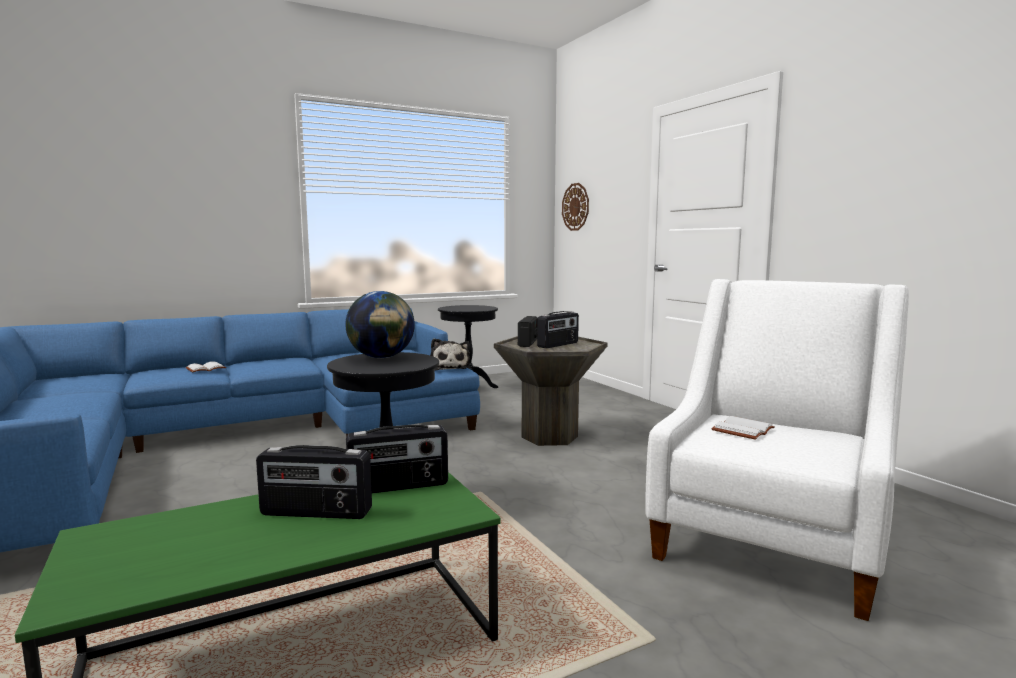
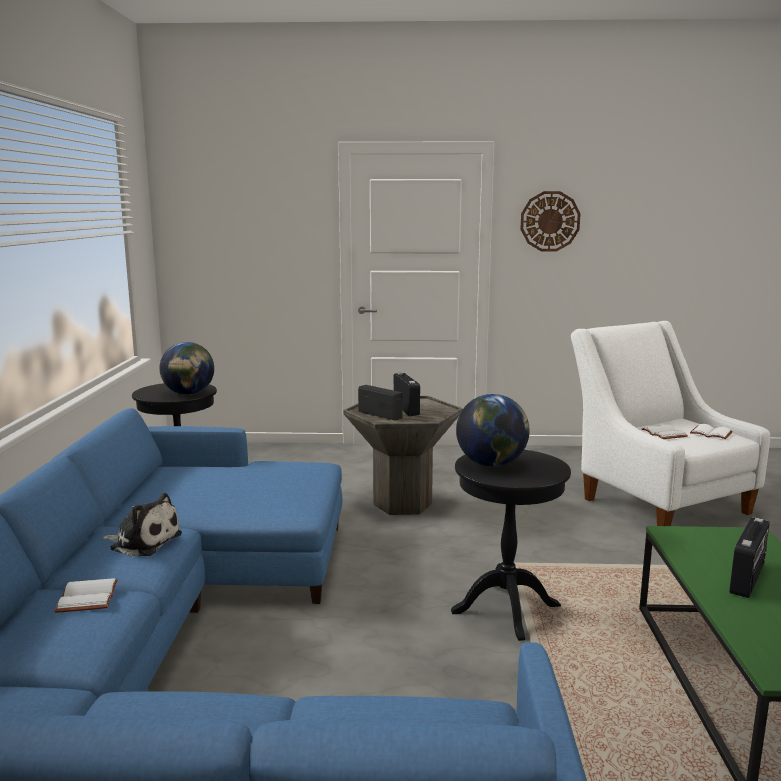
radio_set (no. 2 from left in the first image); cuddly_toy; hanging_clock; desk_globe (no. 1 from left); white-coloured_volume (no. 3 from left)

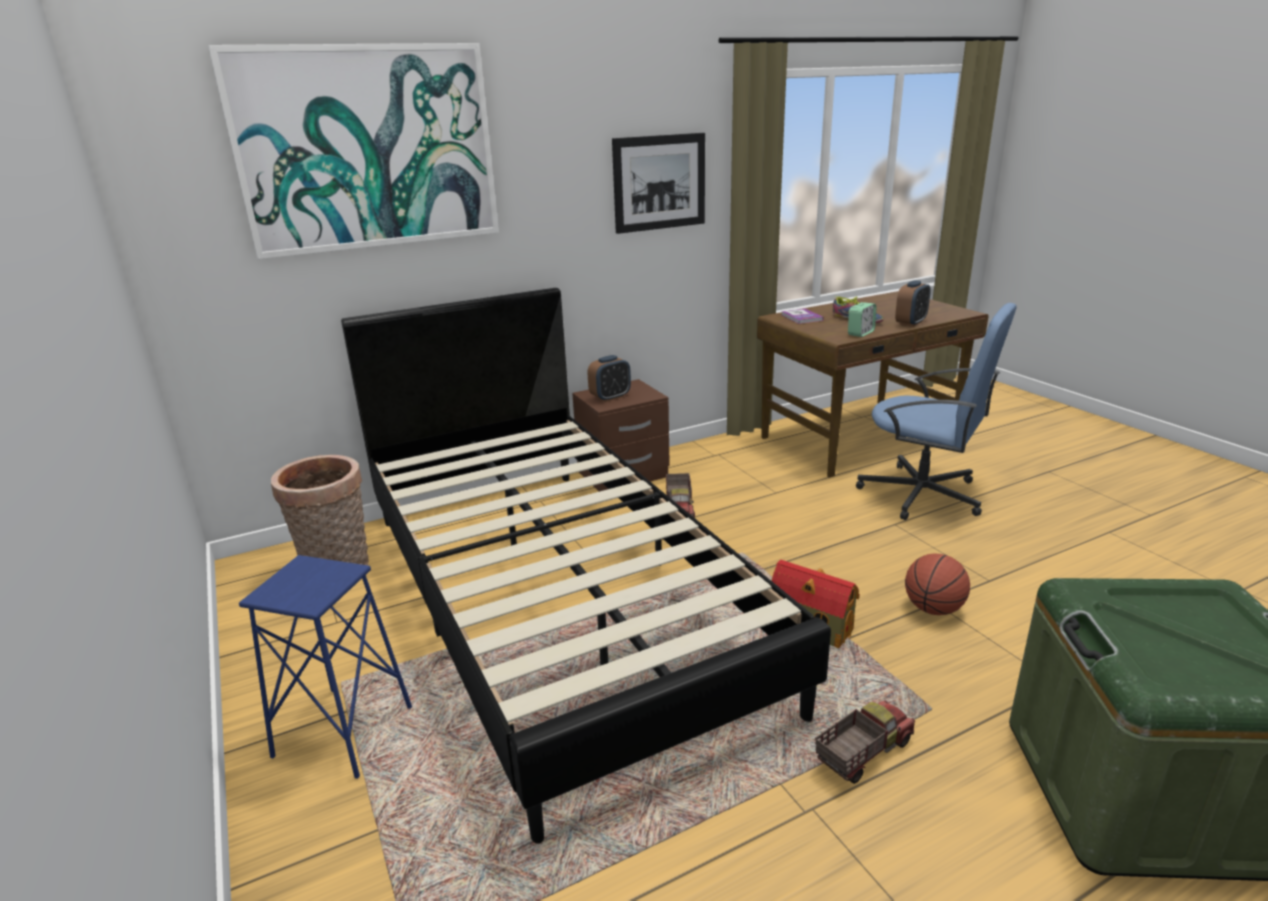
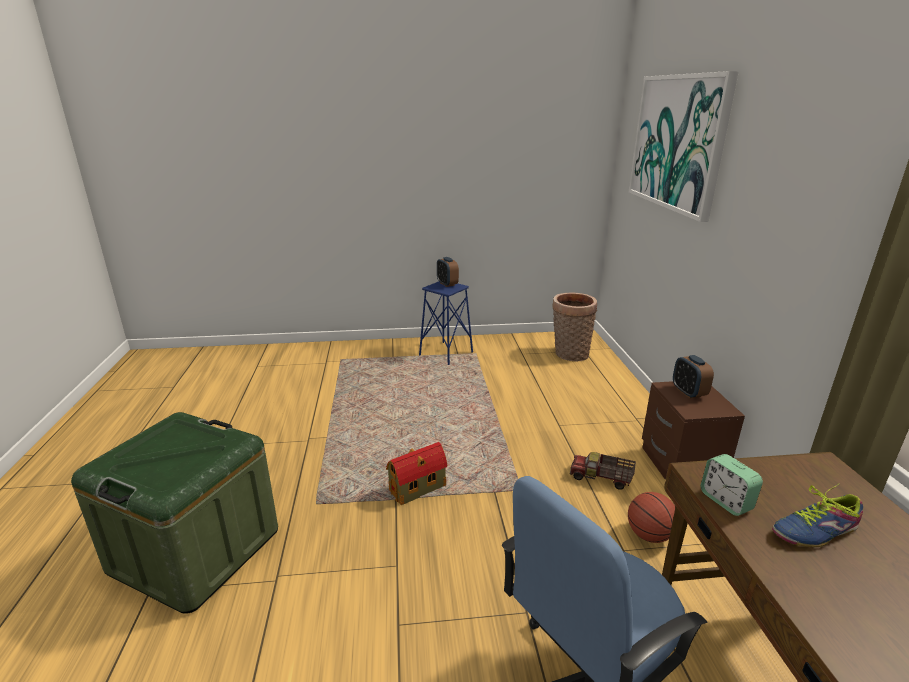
blackish_bedroom_bed; wall_picture (no. 2 from left in the first image); volume; toy_lorry (no. 2 from left in the first image); alarm_clock (no. 1 from left); ball_for_basketball

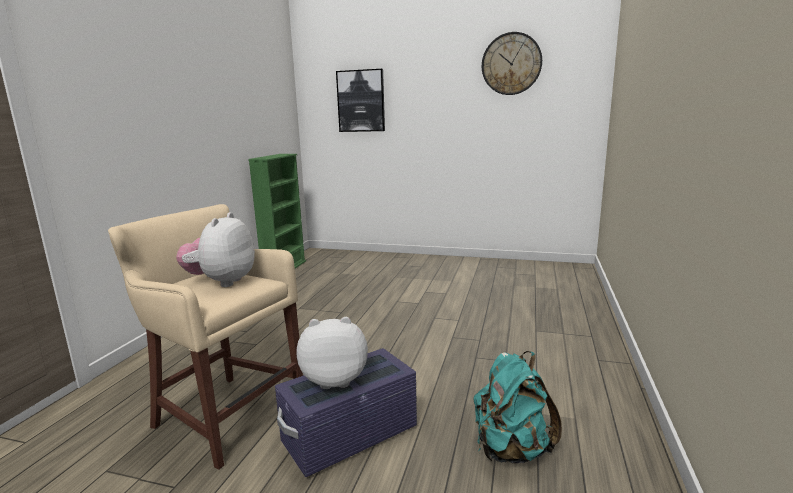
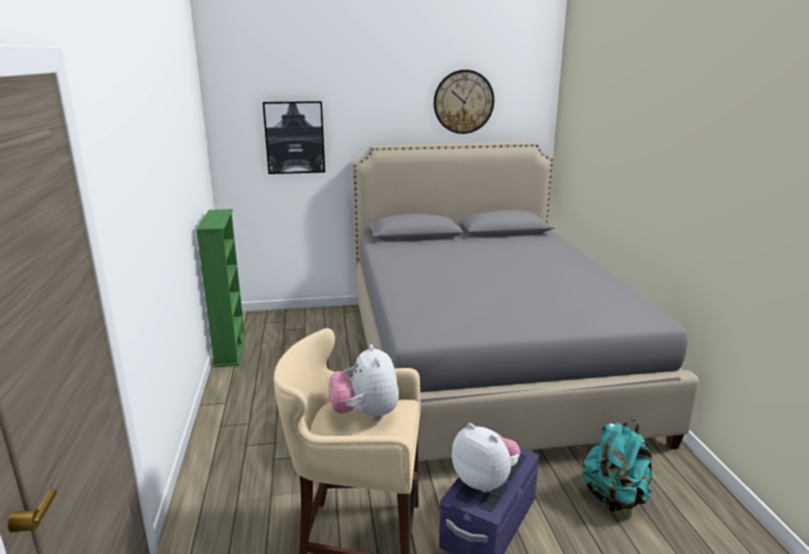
cuddly_toy (no. 2 from left); gray_bedroom_bed

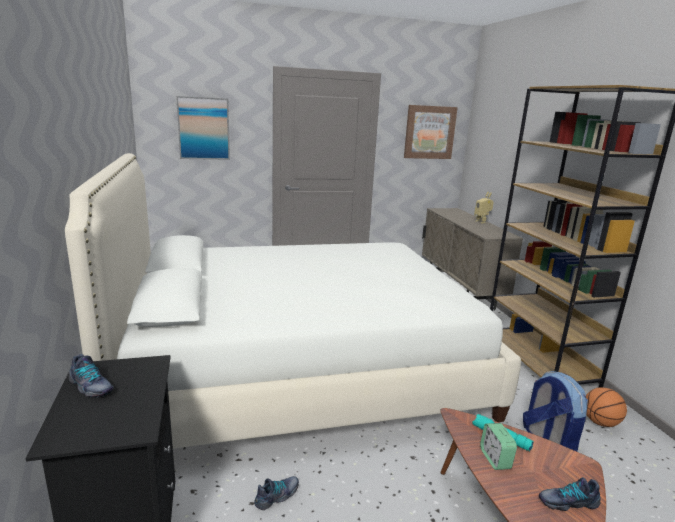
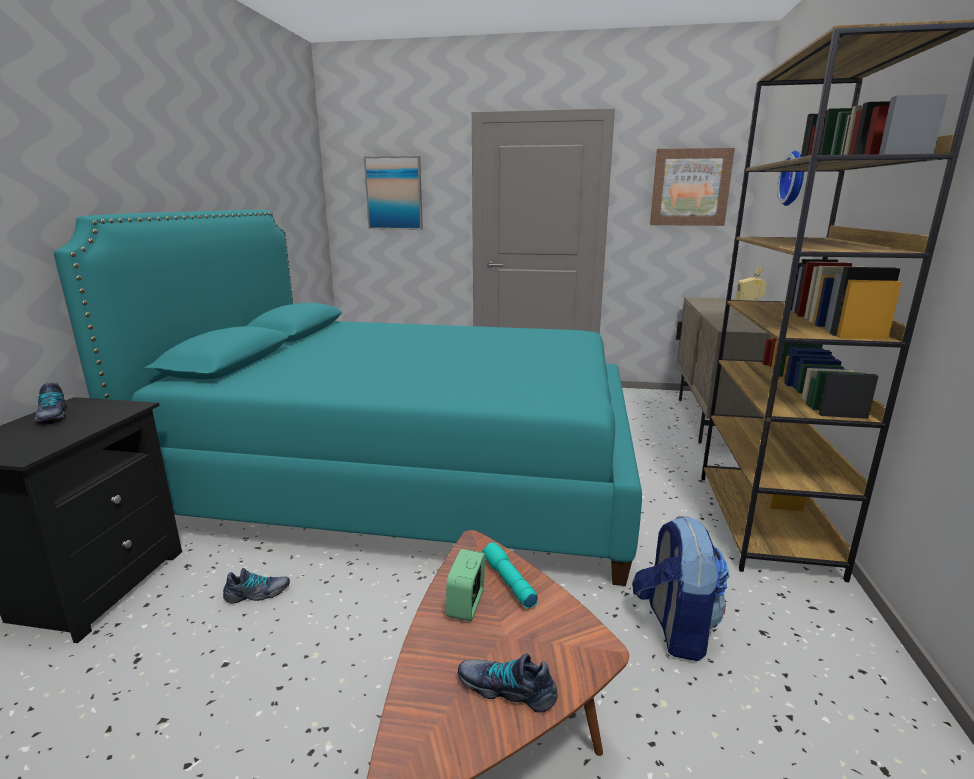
turquoise-coloured_bedroom_bed; ball_for_basketball; hanging_clock

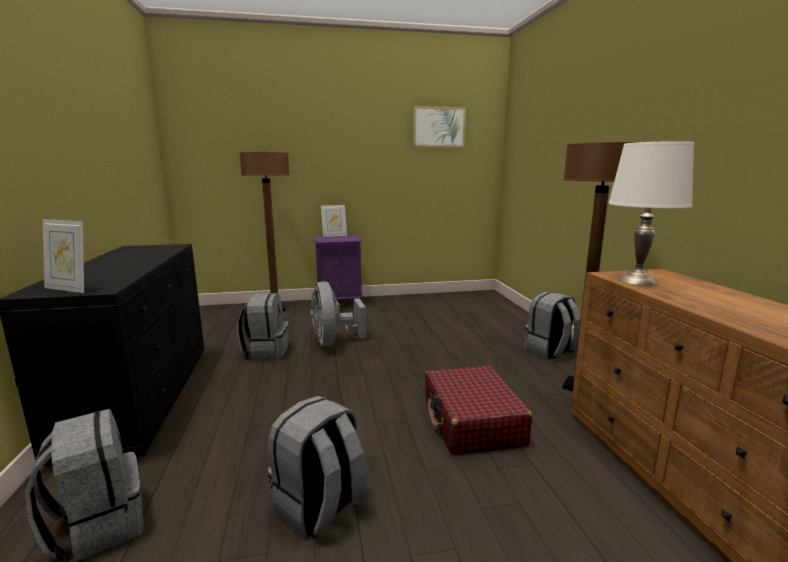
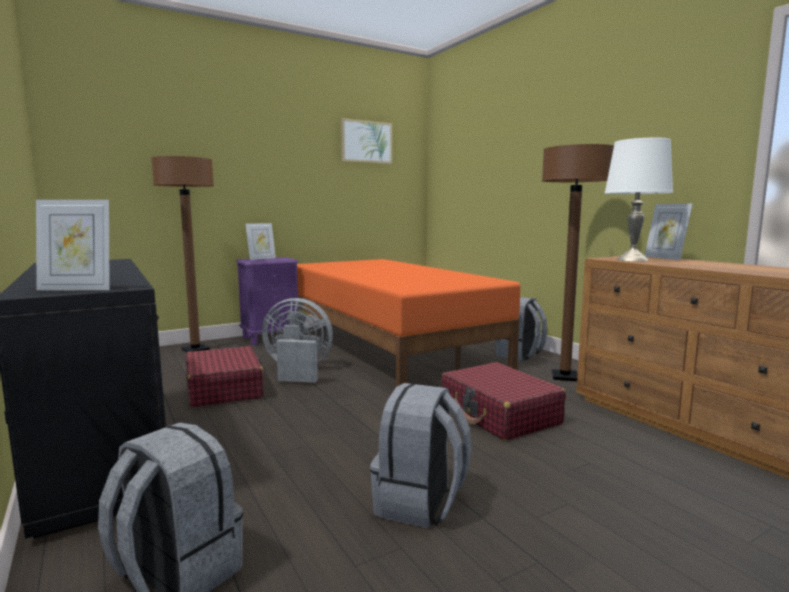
reddish_travel_case (no. 1 from left); gray_cooling_fan; orangey_bedroom_bed; picture_frame (no. 3 from left)

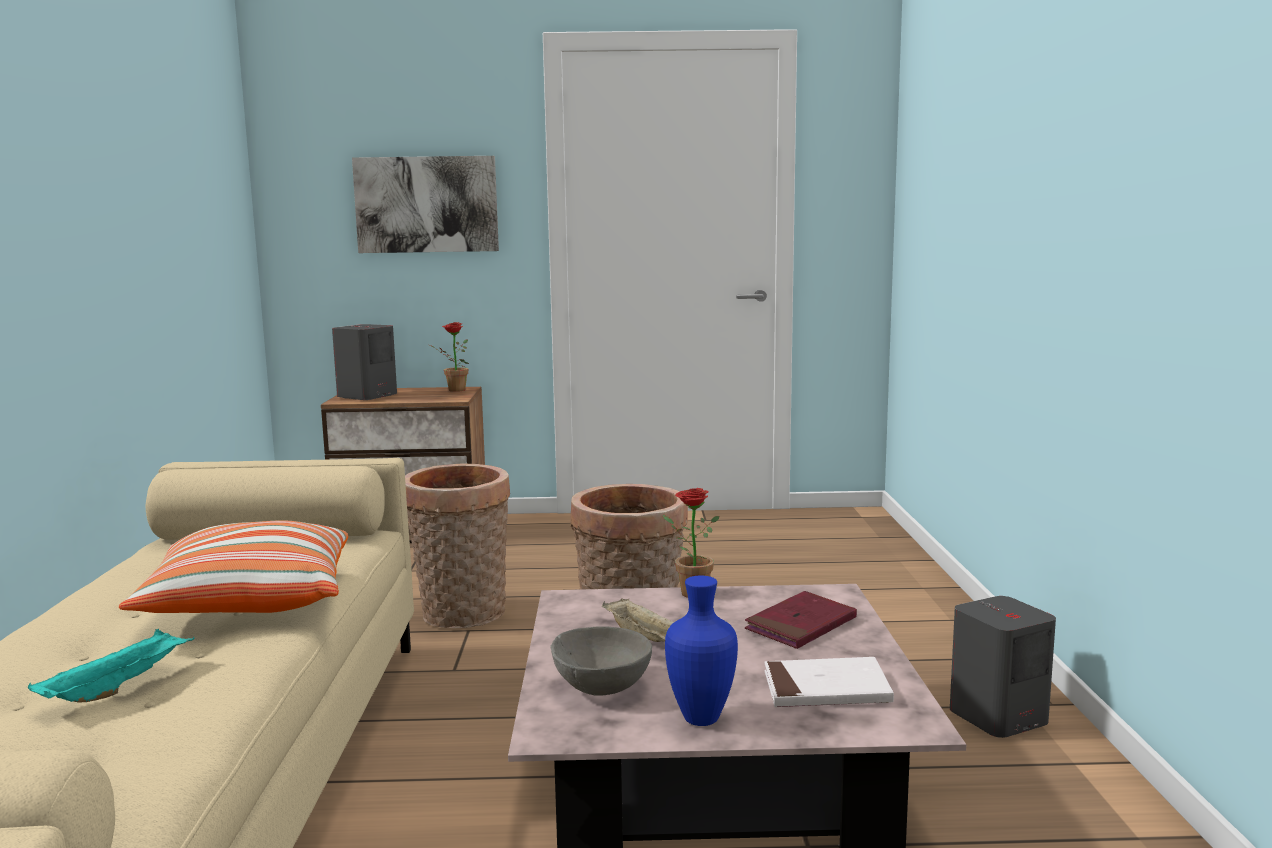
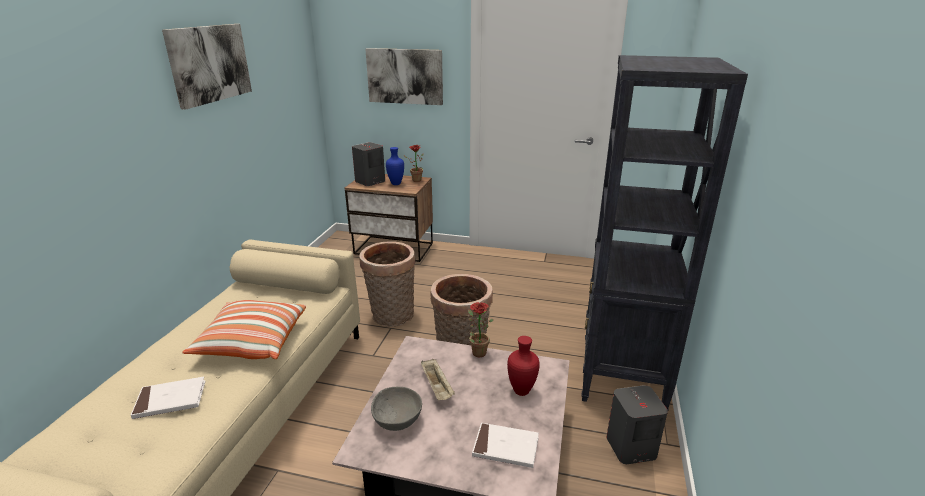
white-coloured_volume (no. 1 from left); blue_decorative_vase; reddish_decorative_vase; wall_picture (no. 1 from left); blackish_bookshelf

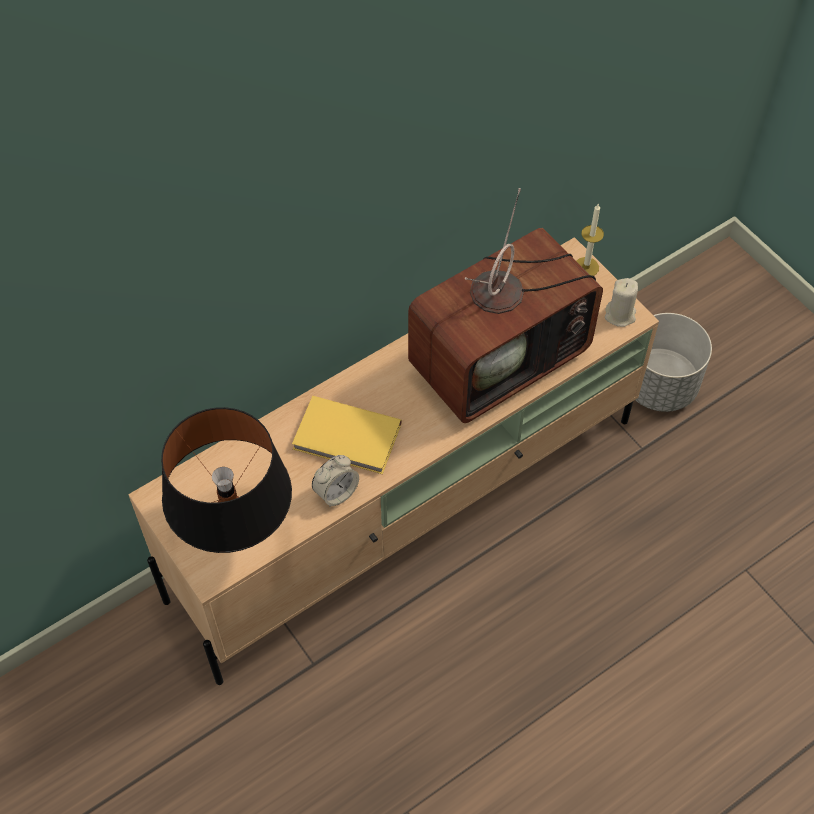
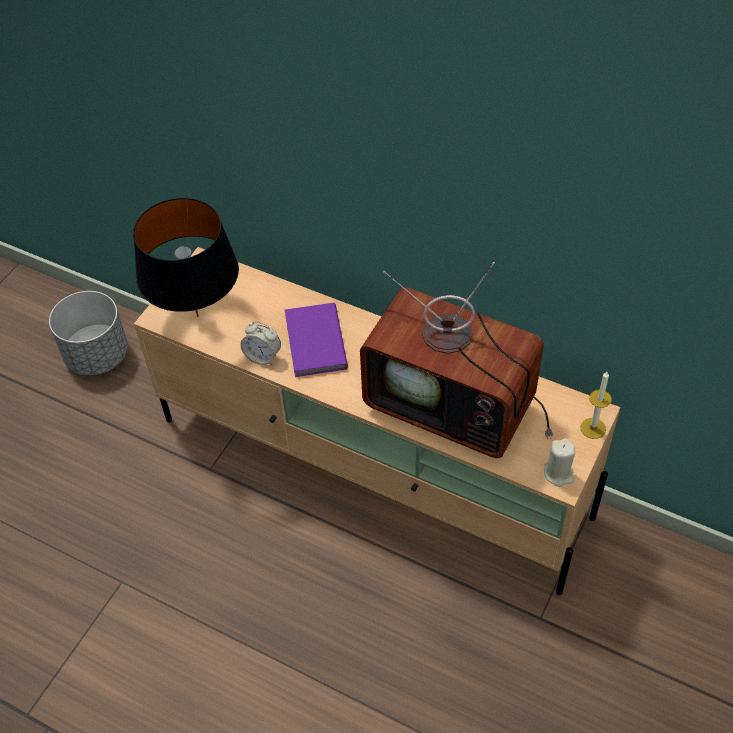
purple-coloured_volume; gray_planter

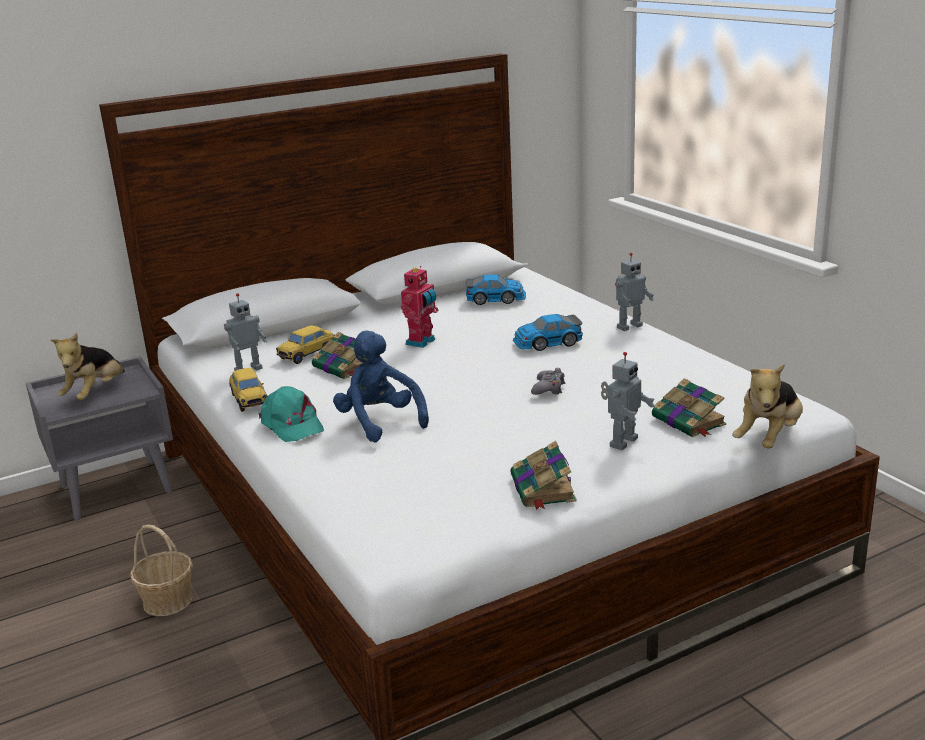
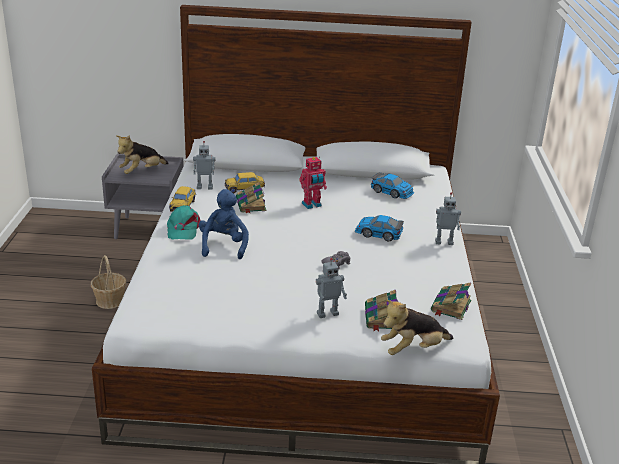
volume (no. 3 from left)

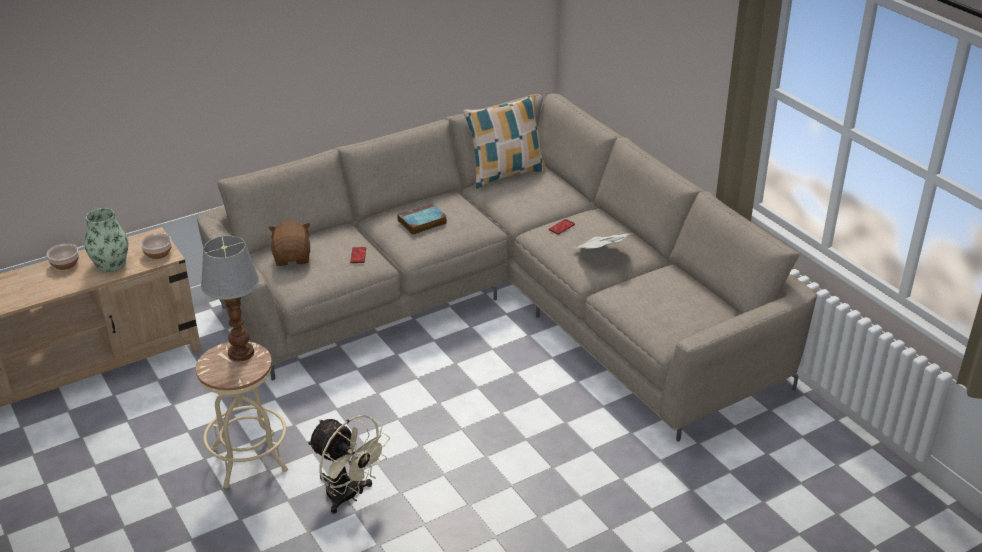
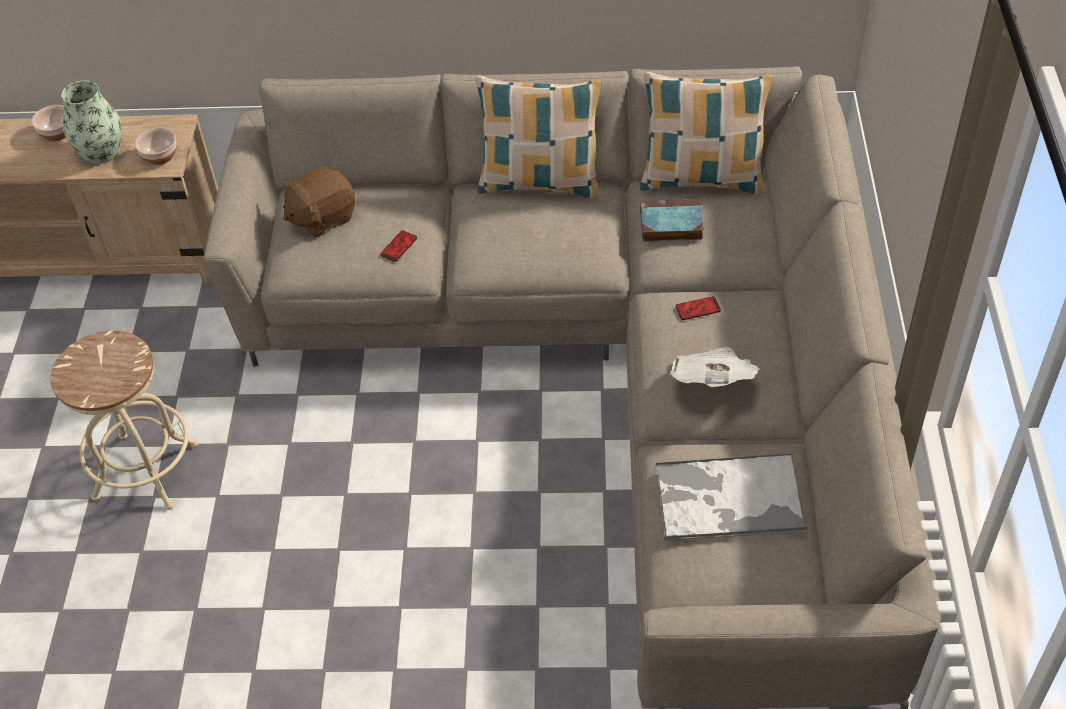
lamp_for_a_table; brown-coloured_cuddly_toy; beige-coloured_cooling_fan; volume; throw_pillow (no. 1 from left); tray

